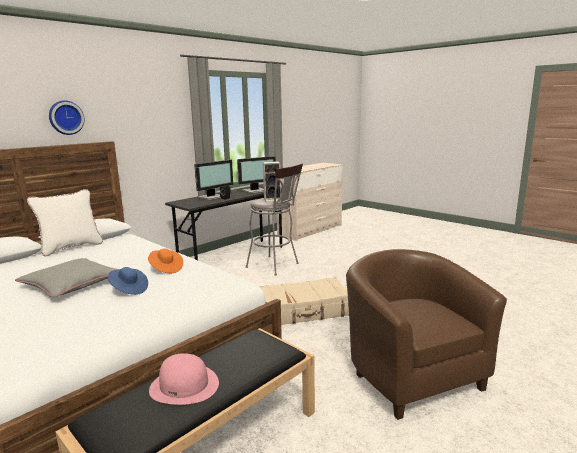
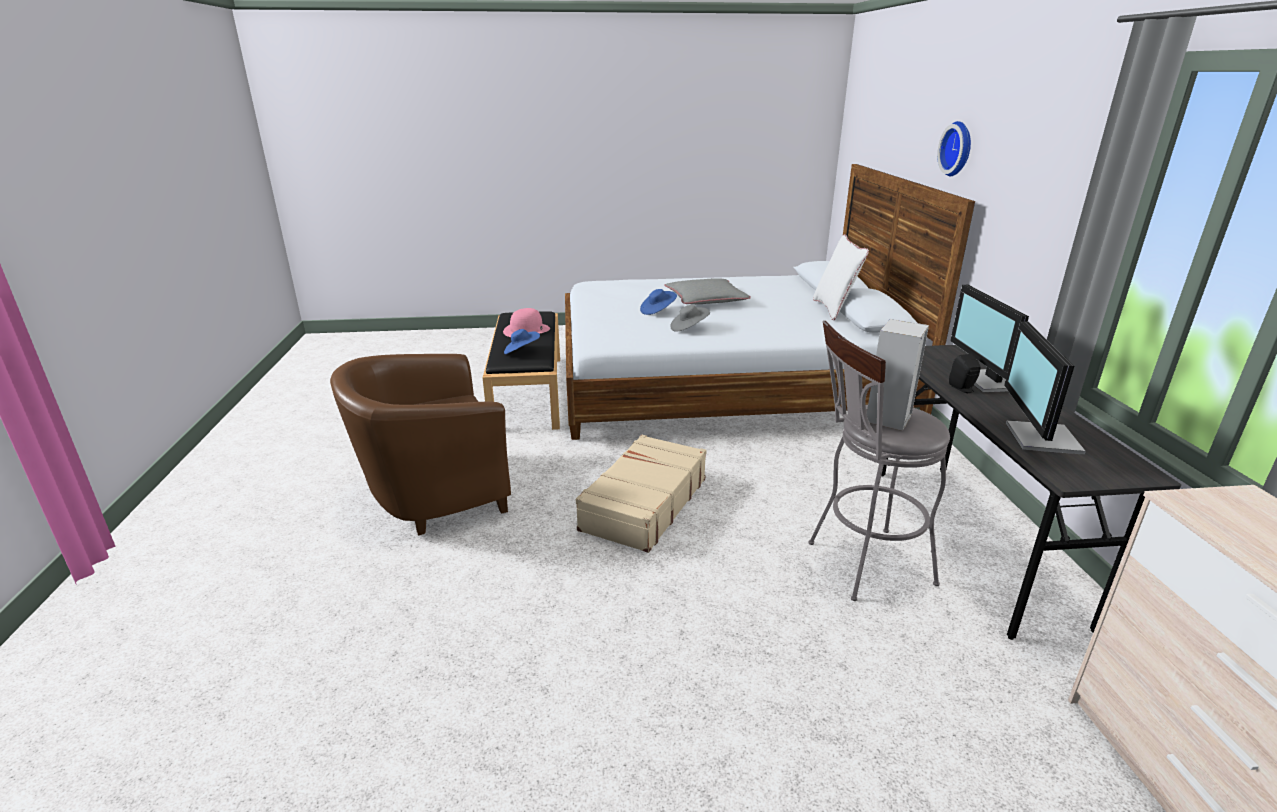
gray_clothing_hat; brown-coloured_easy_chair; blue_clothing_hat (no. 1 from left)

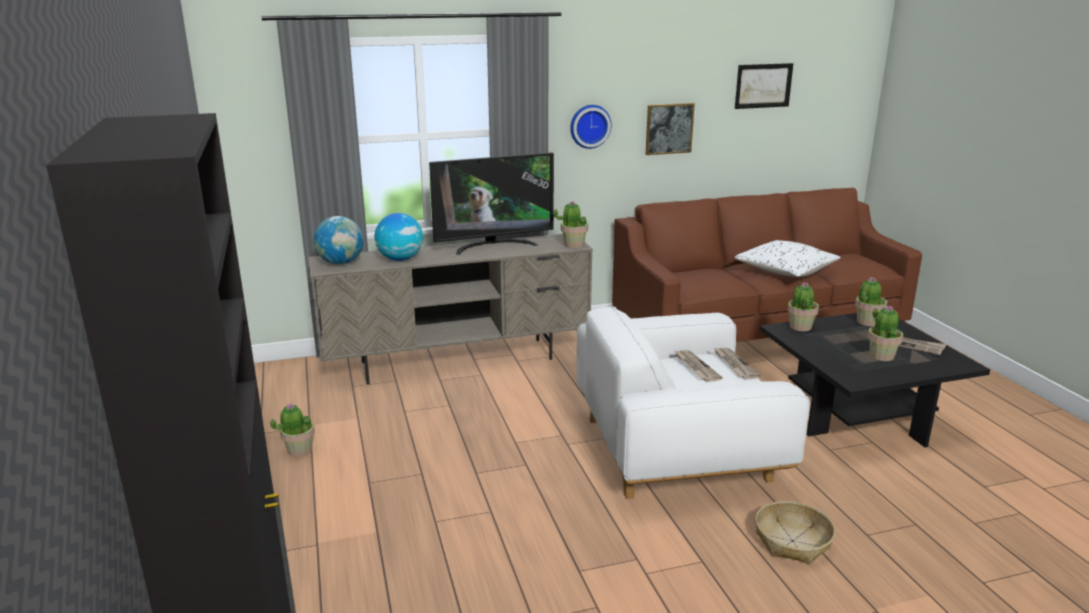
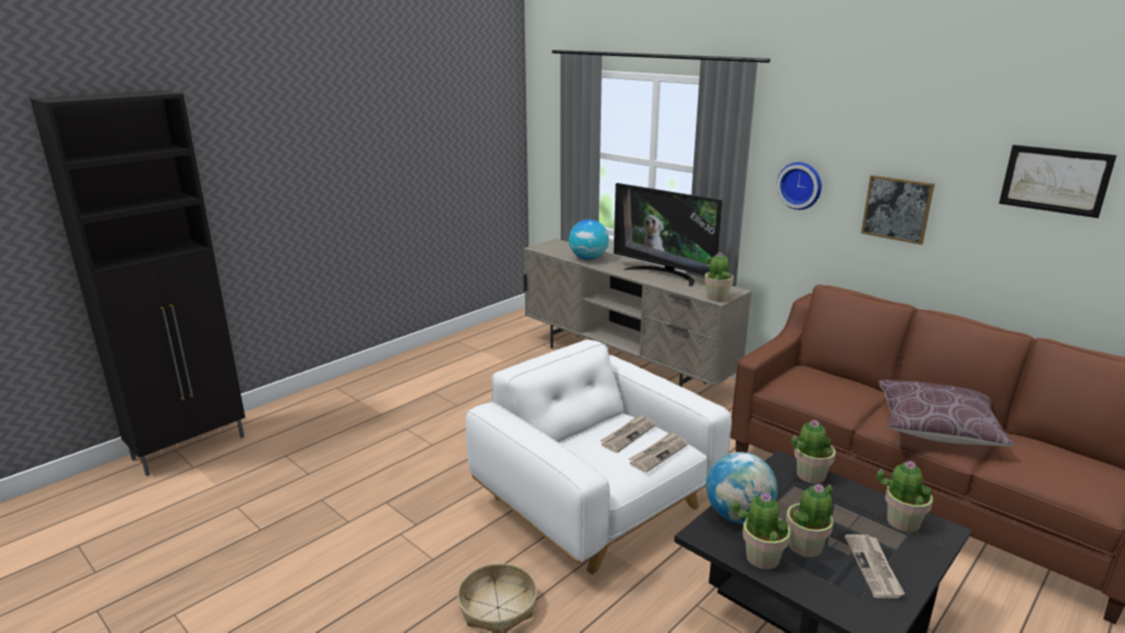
houseplant (no. 2 from left); desk_globe (no. 2 from left); brown-coloured_throw_pillow

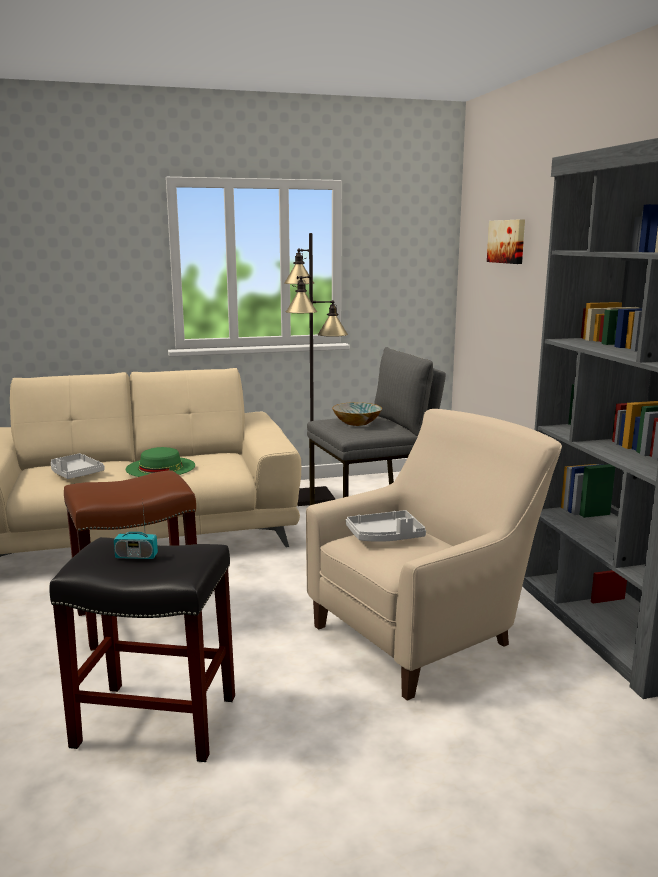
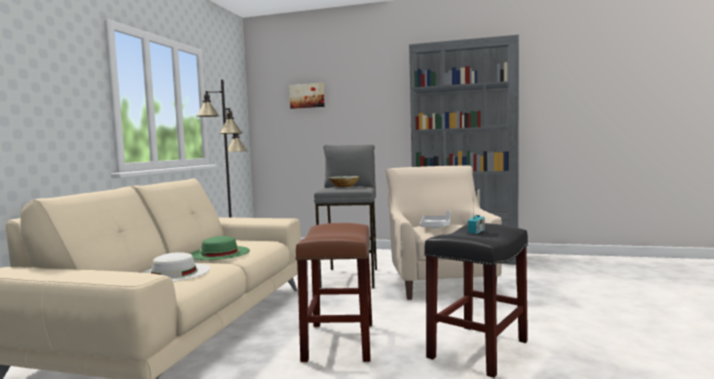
white-coloured_clothing_hat

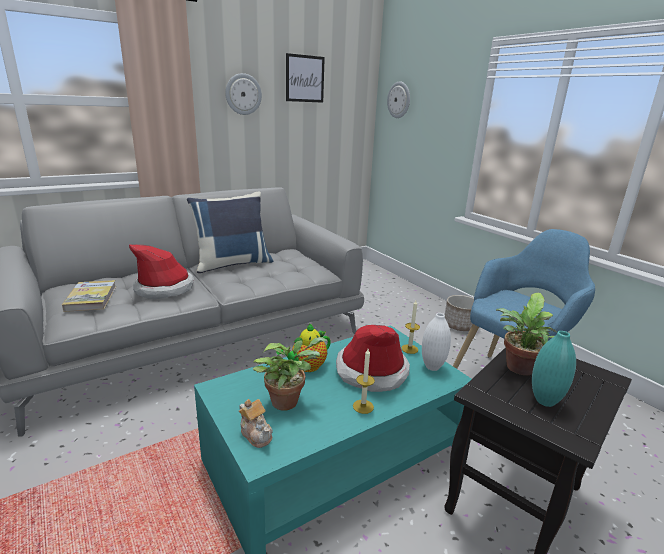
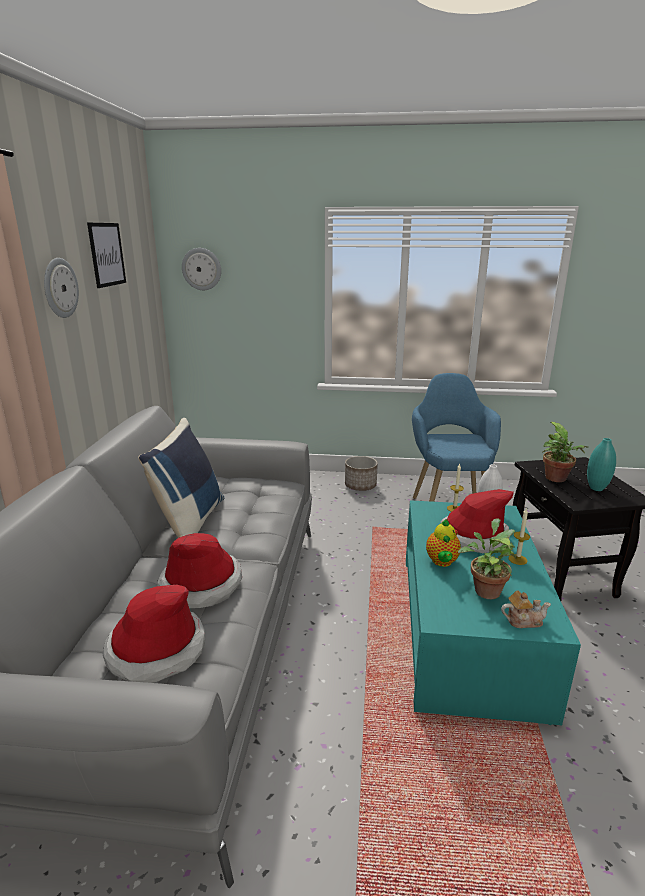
clothing_hat (no. 1 from left)

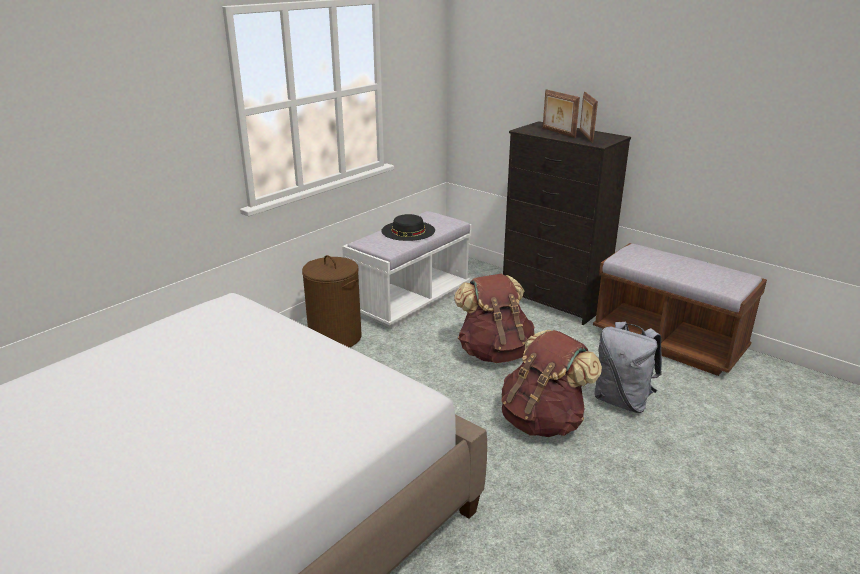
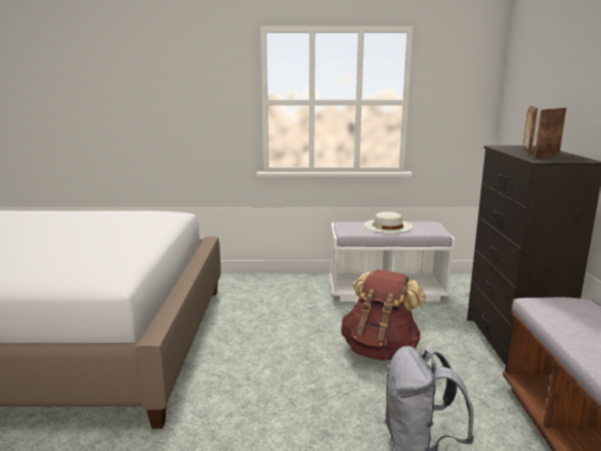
brown-coloured_hamper; white-coloured_clothing_hat; brown-coloured_backpack (no. 2 from left in the first image)

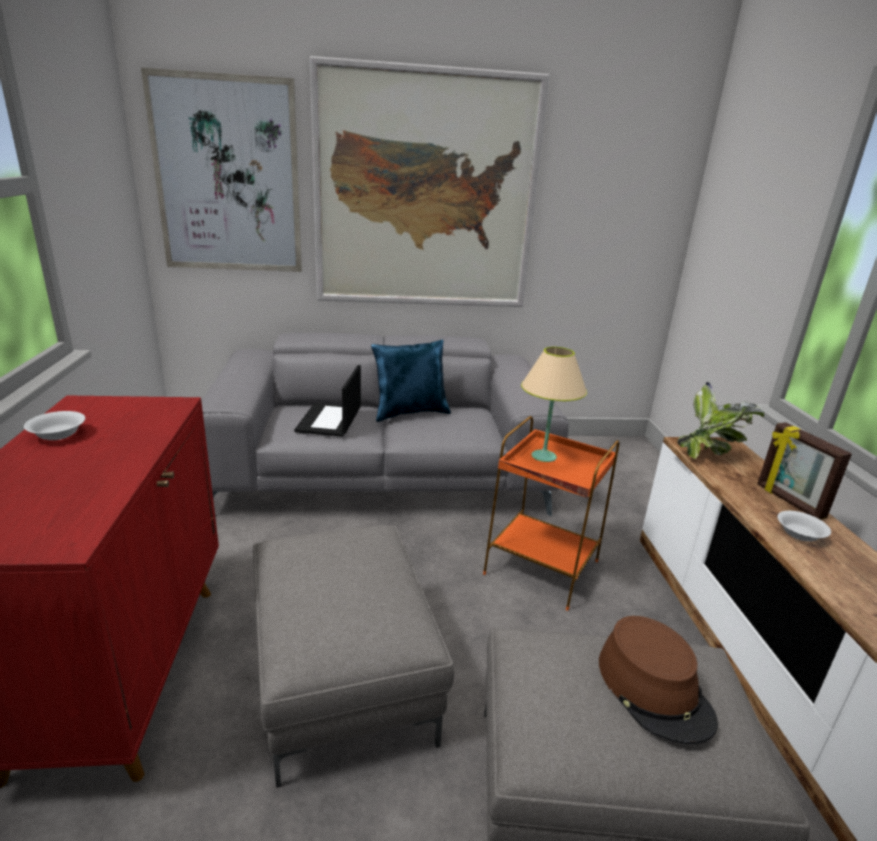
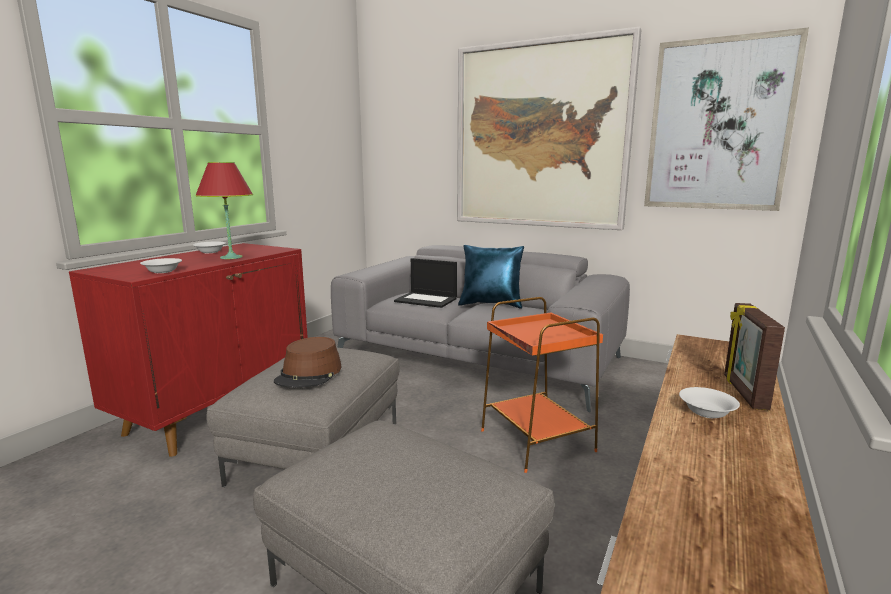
wall_picture (no. 2 from left); portable_computer; beige-coloured_lamp_for_a_table; brown-coloured_clothing_hat; houseplant; white-coloured_deep_dish (no. 1 from left); reddish_lamp_for_a_table

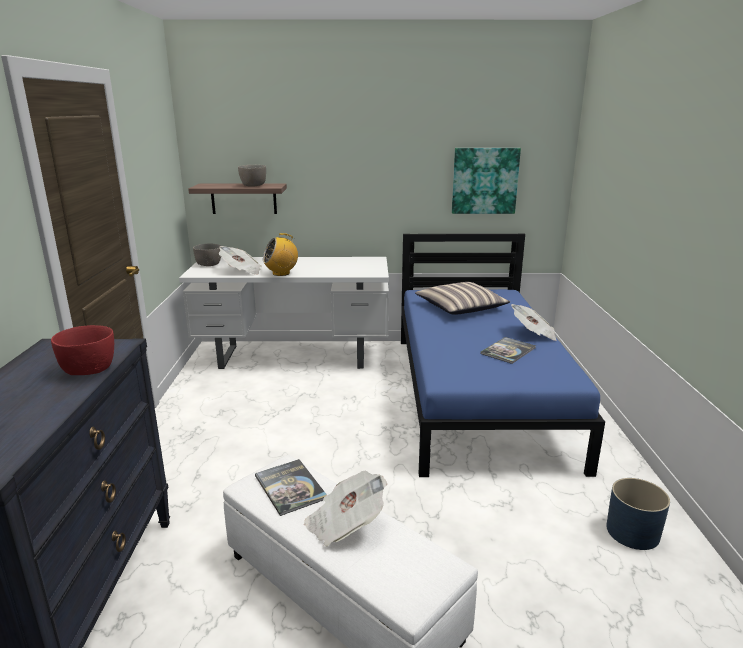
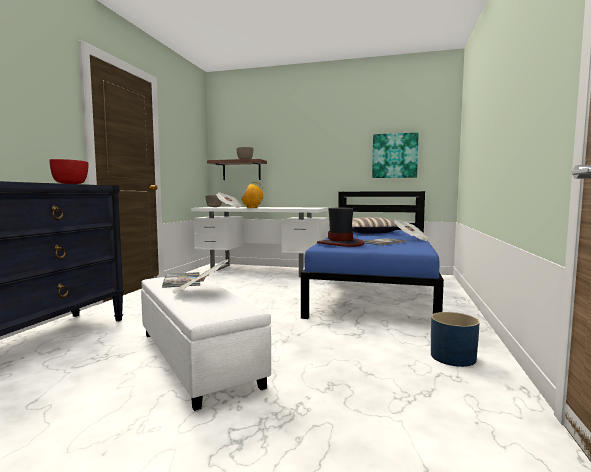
clothing_hat

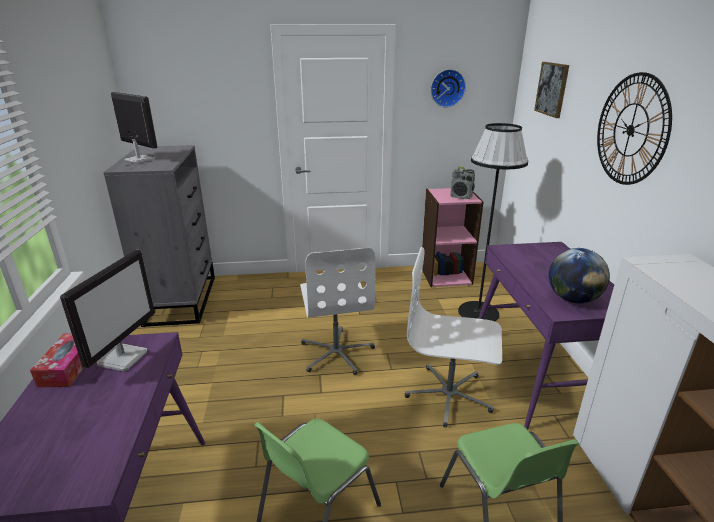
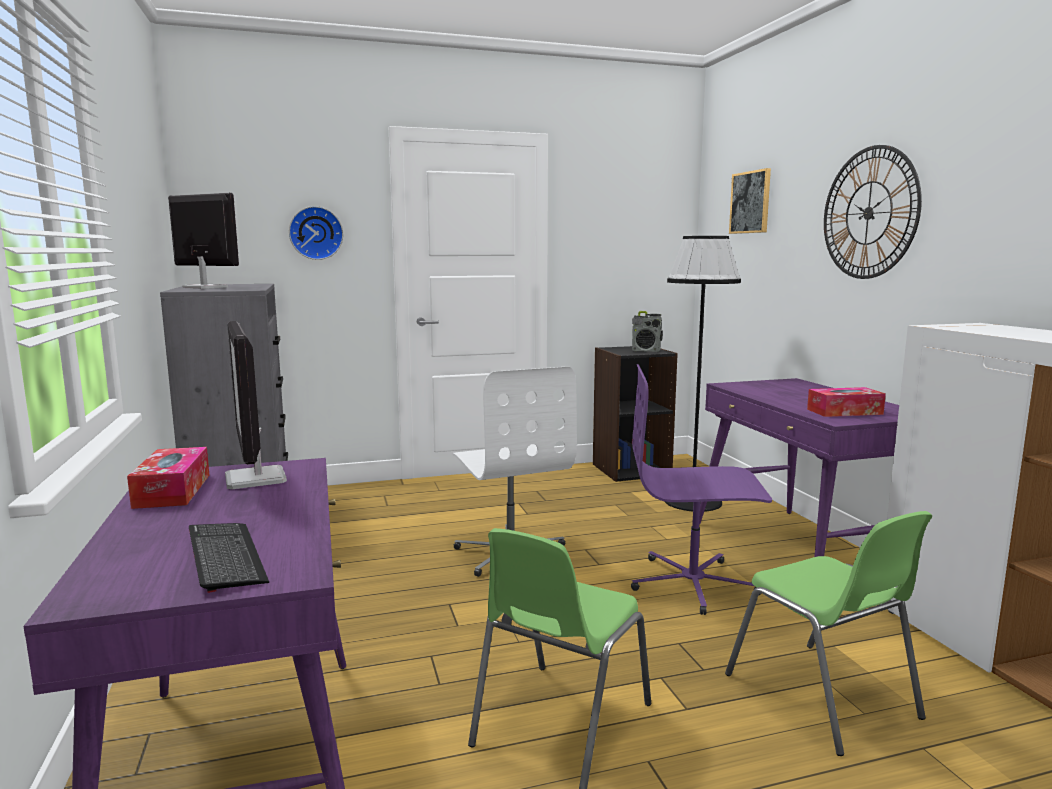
computer_screen (no. 2 from left); purple-coloured_desk_chair; blackish_bookshelf; hanging_clock (no. 1 from left); tissue_holder (no. 2 from left); keyboard

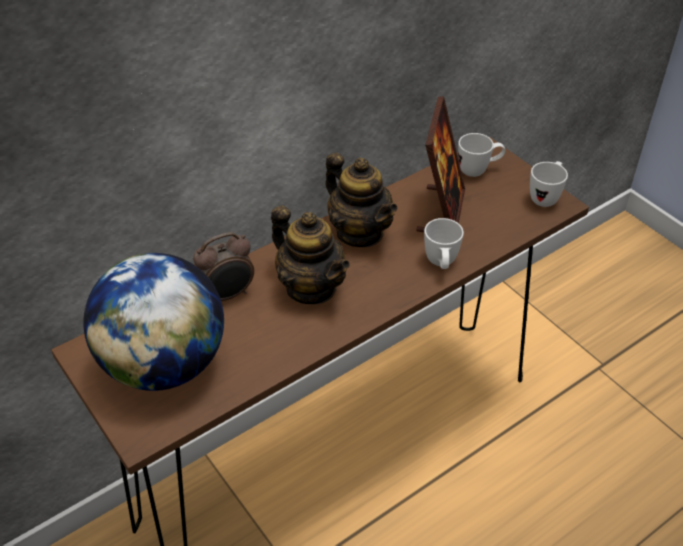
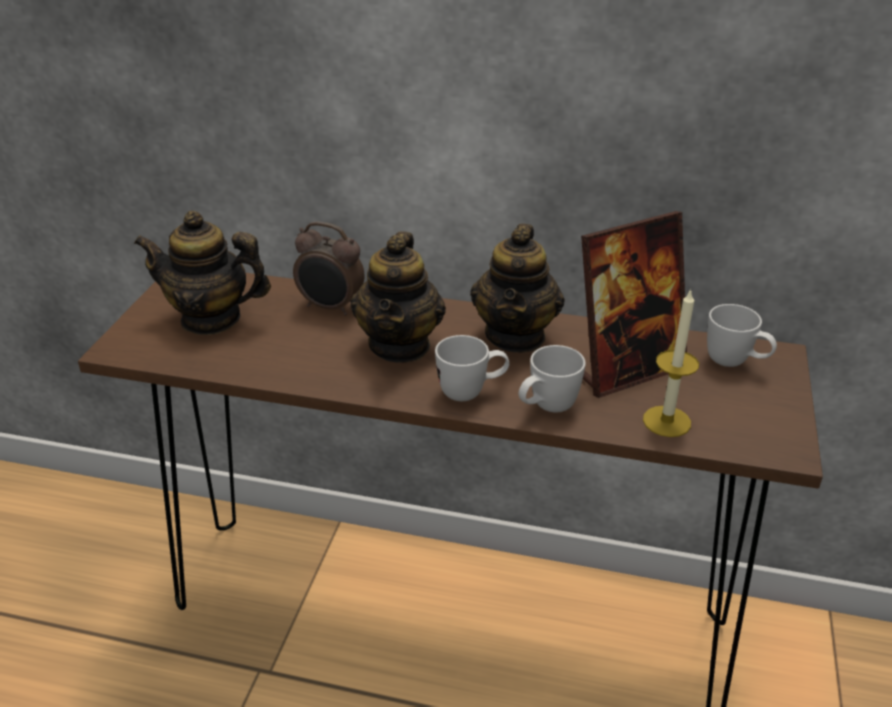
teapot (no. 1 from left); white-coloured_mug (no. 1 from left); wax_candle

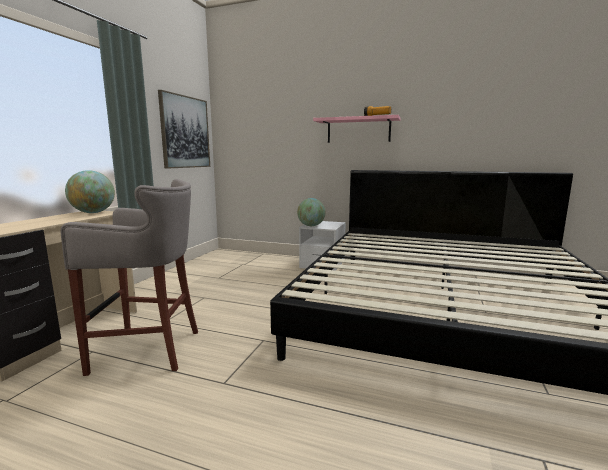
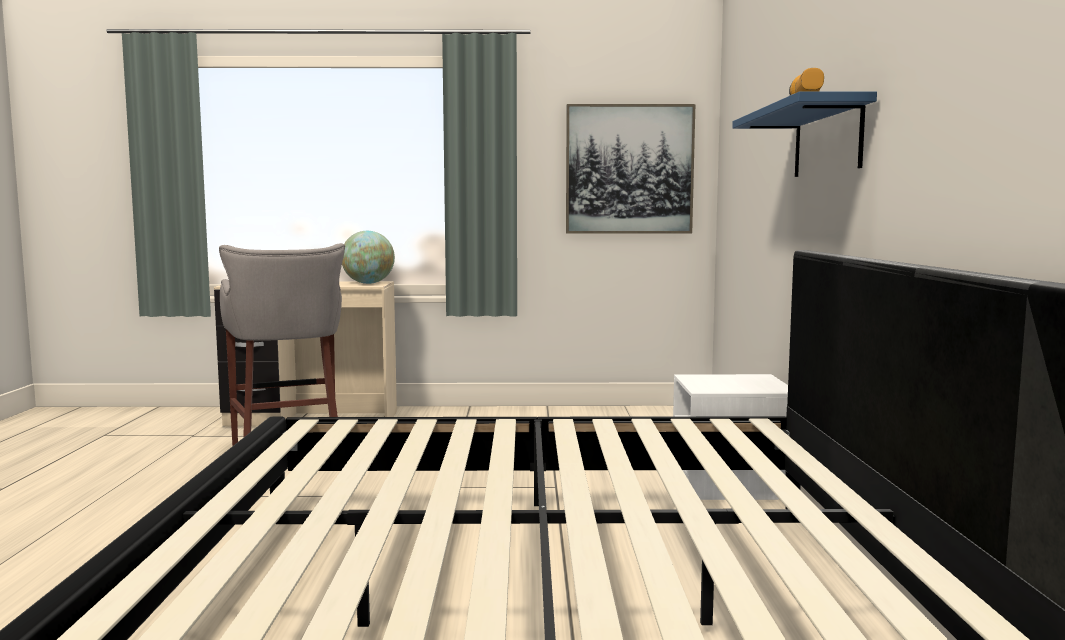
desk_globe (no. 2 from left in the first image); blue_bracket_shelf

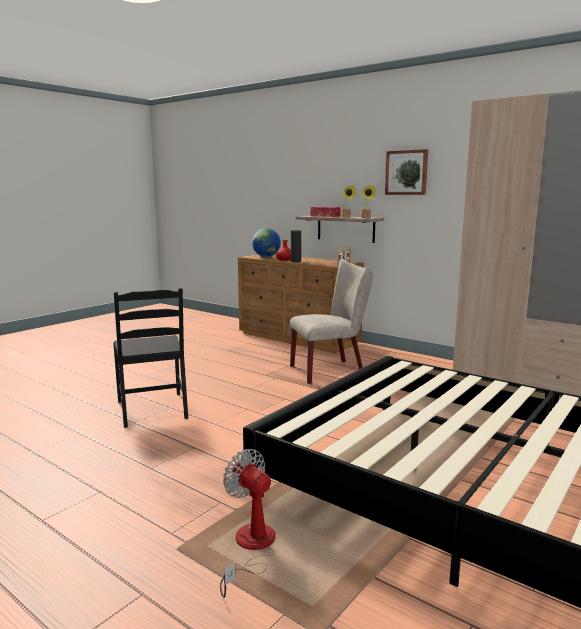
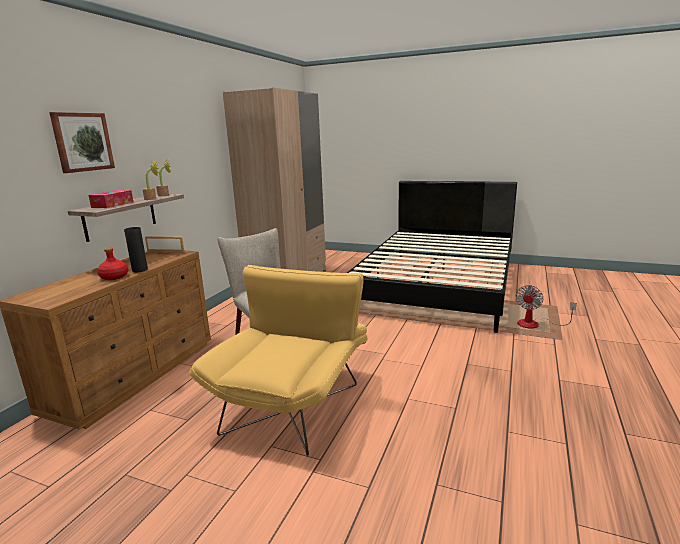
blackish_chair; desk_globe; wall_picture; yellow-coloured_easy_chair

